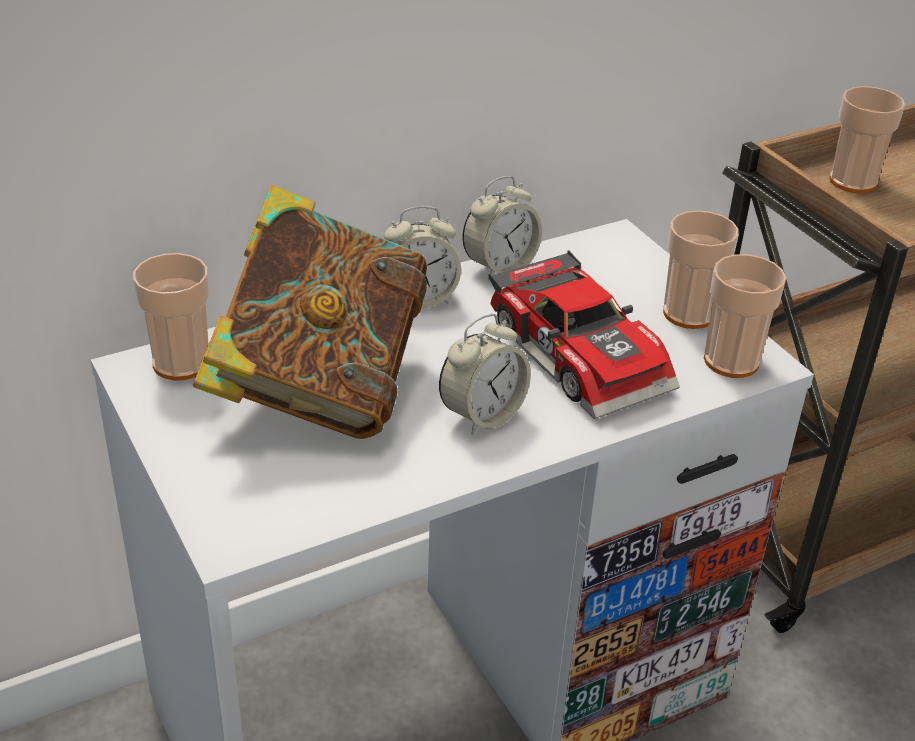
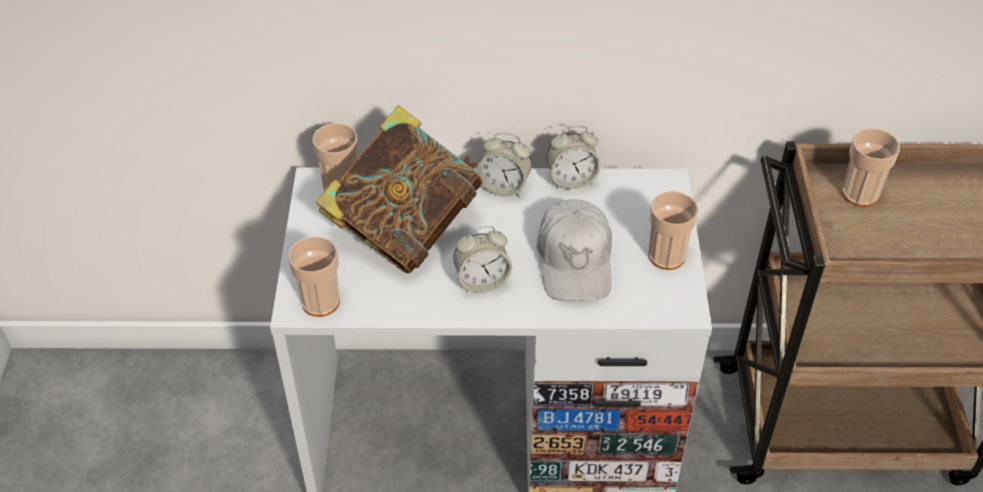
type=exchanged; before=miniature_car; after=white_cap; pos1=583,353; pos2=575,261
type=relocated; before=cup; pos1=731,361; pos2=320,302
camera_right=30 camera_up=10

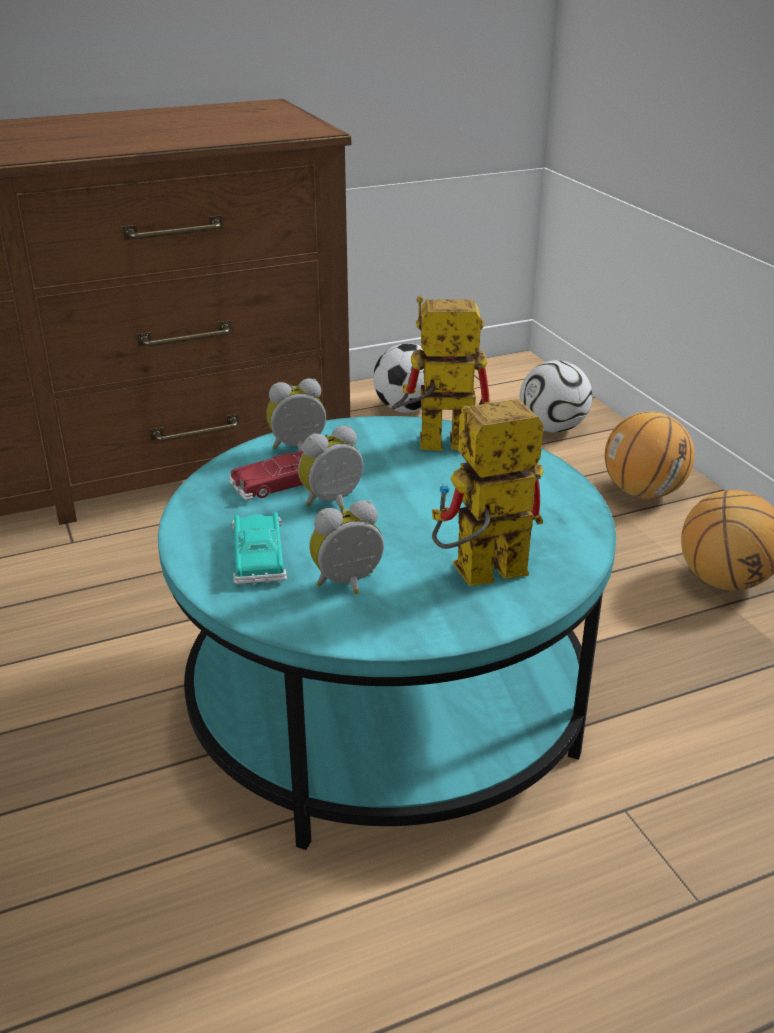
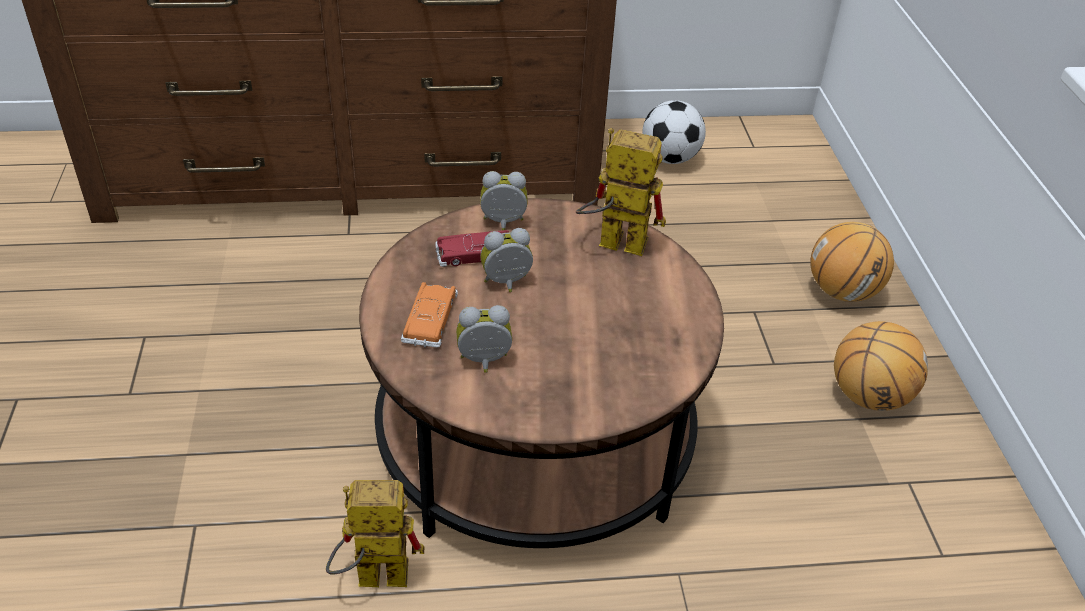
type=colour; before=blue-green_low_table; after=brownish_low_table; pos1=386,703; pos2=535,437
type=colour; before=blue-green_miniature_car; after=orange_miniature_car; pos1=258,555; pos2=430,319
type=relocated; before=toy_robot; pos1=478,577; pos2=371,578
type=missing; before=football_ball; pos1=552,428
camera_right=15 camera_up=10

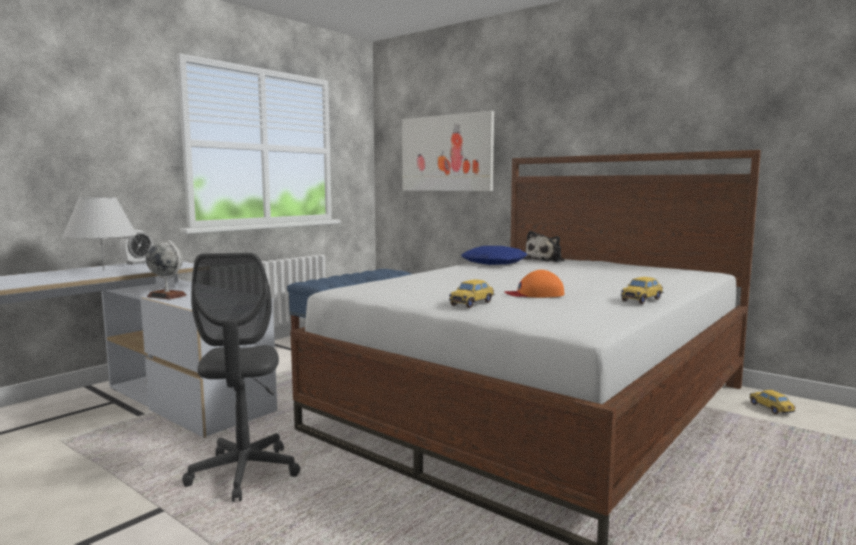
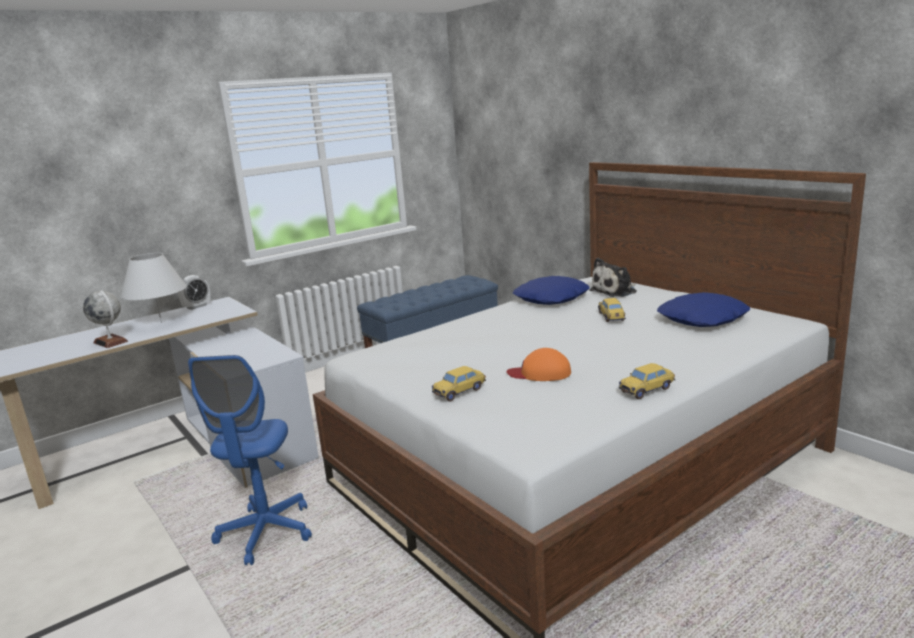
type=relocated; before=globe; pos1=167,296; pos2=111,342
type=colour; before=gray_office_chair; after=bluish_office_chair; pos1=244,473; pos2=266,532
type=missing; before=picture; pos1=446,153
type=relocated; before=miniature_car; pos1=771,409; pos2=611,317
type=appeared; after=bluish_cushion; pos2=703,319
camera_right=15 camera_up=10

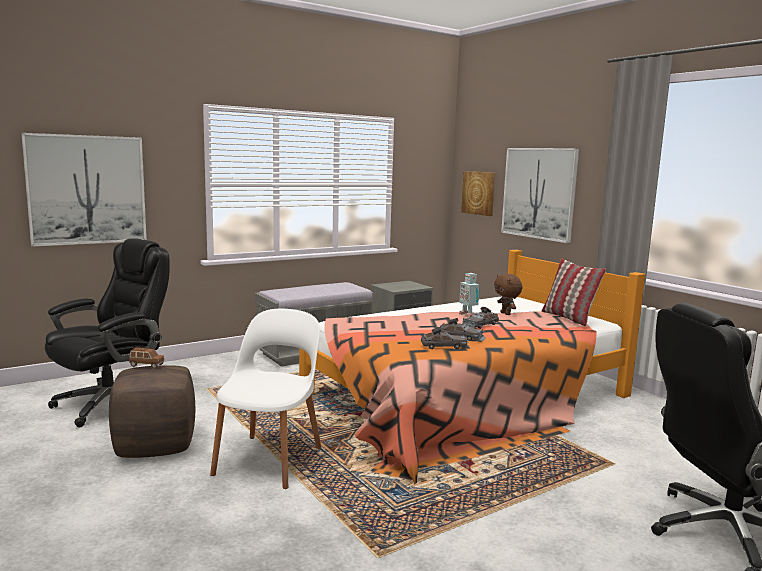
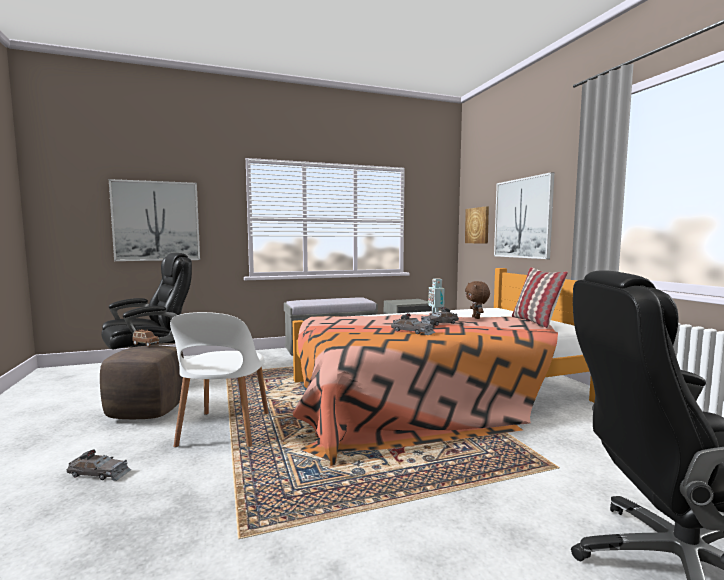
type=spun; before=white_plain_chair; pos1=270,459; pos2=224,430; turn=150
type=relocated; before=gray_miniature_car; pos1=445,346; pos2=99,473
camera_right=15 camera_up=-5

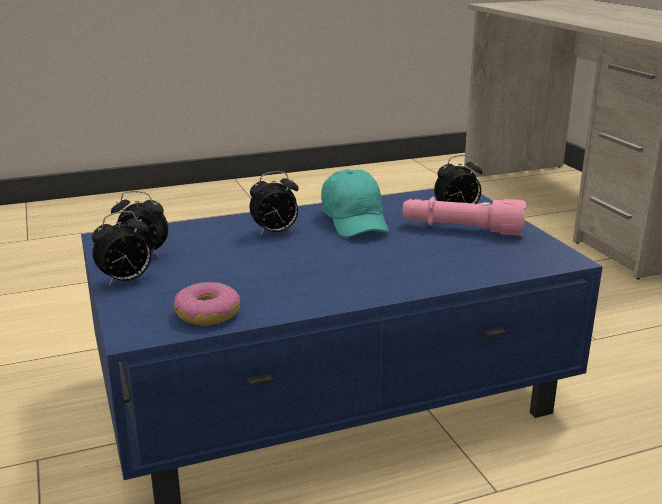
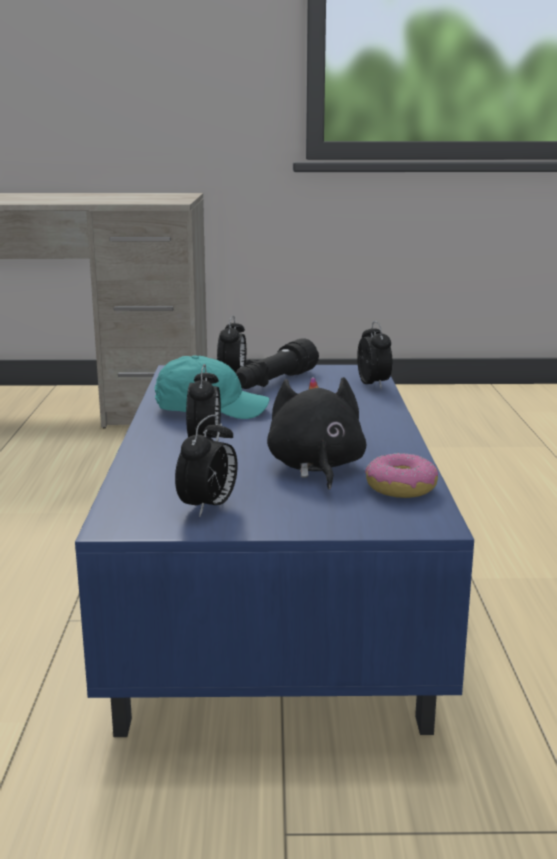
type=relocated; before=table_clock; pos1=126,281; pos2=374,385
type=colour; before=pink_hand_torch; after=blackish_hand_torch; pos1=461,229; pos2=274,382
type=appeared; after=blackish_soft_toy; pos2=315,467
camera_right=-70 camera_up=-5

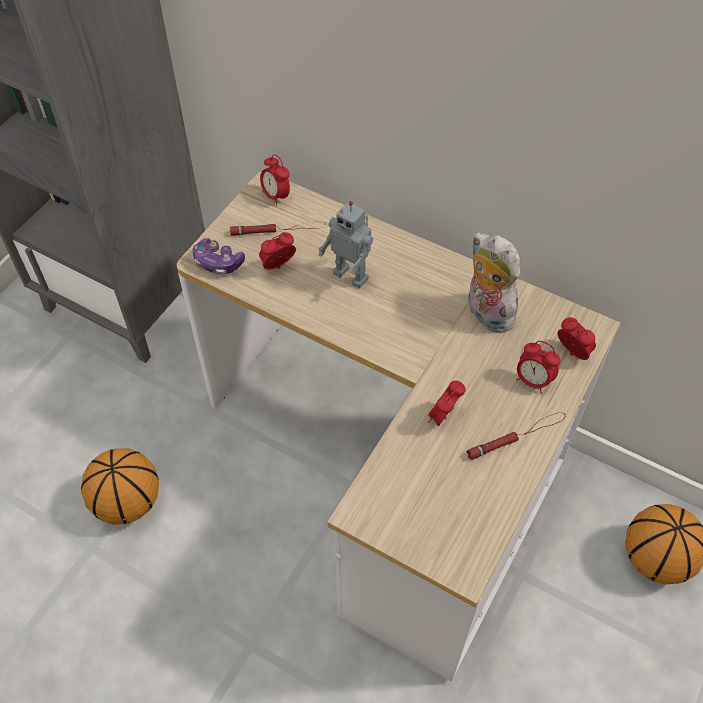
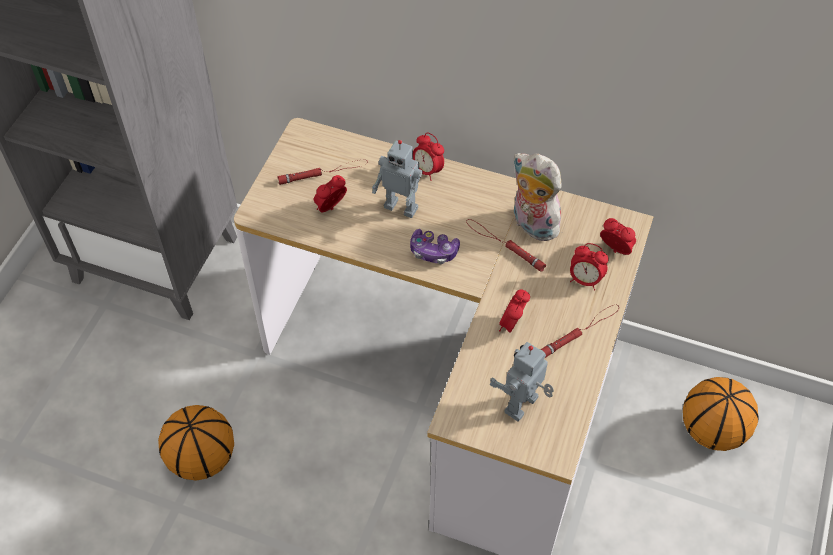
type=relocated; before=joypad; pos1=218,263; pos2=433,251
type=relocated; before=table_clock; pos1=276,196; pos2=427,171
type=appeared; after=reddish_hand_torch; pos2=504,245
type=appeared; after=toy_robot; pos2=523,406
camera_right=-10 camera_up=0

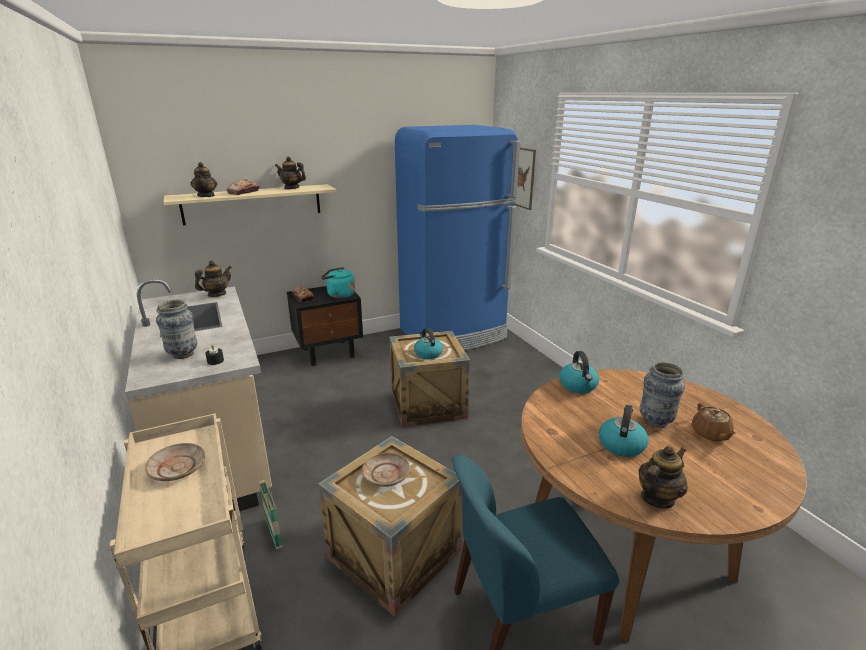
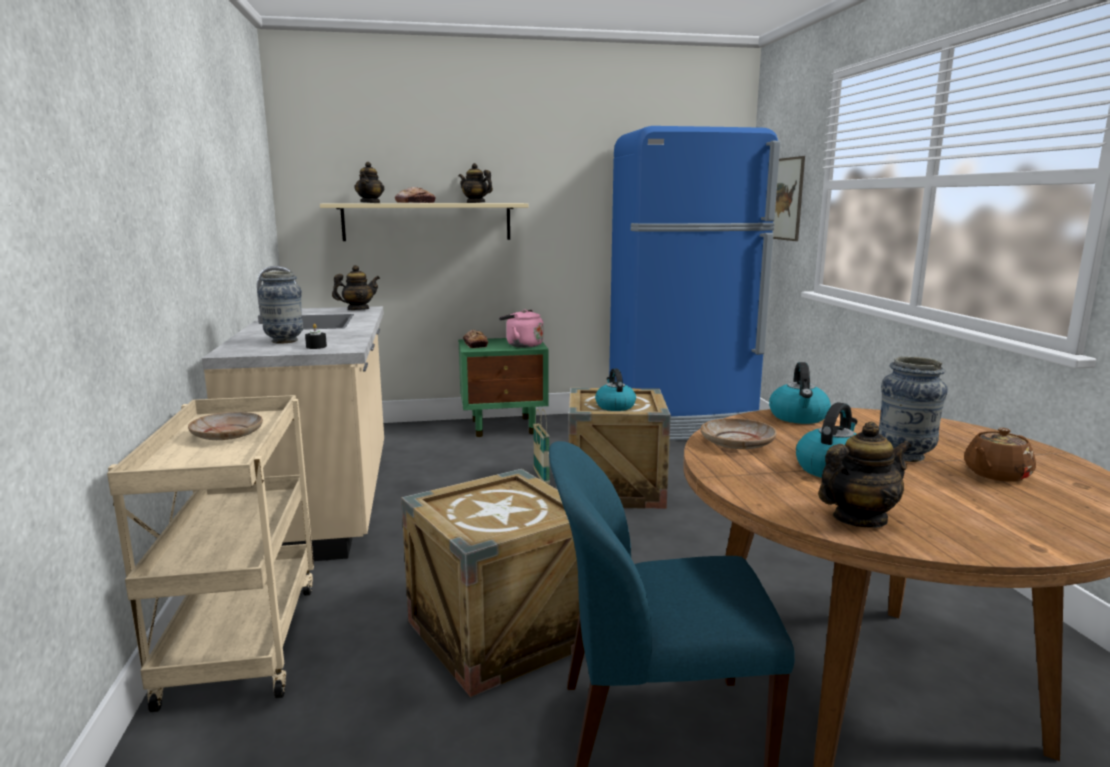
type=relocated; before=basket; pos1=274,533; pos2=541,476
type=colour; before=blackish_nightstand; after=green_nightstand; pos1=329,352; pos2=504,426
type=colour; before=blue-green_water_kettle; after=pink_water_kettle; pos1=339,295; pos2=522,345
type=relocated; before=beige-coloured_plate; pos1=386,475; pos2=737,443
type=spun; before=brownish_tea_pot; pos1=710,434; pos2=995,474; turn=45
camera_right=15 camera_up=-10

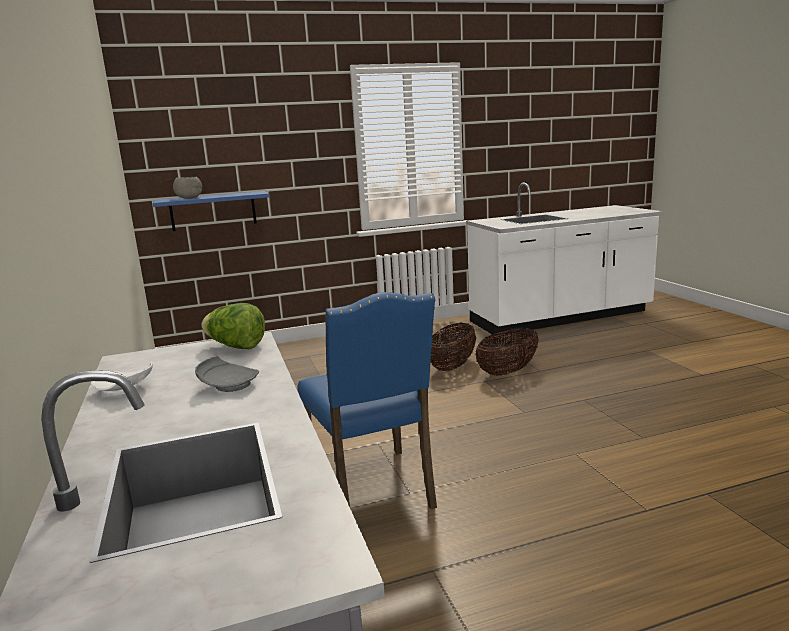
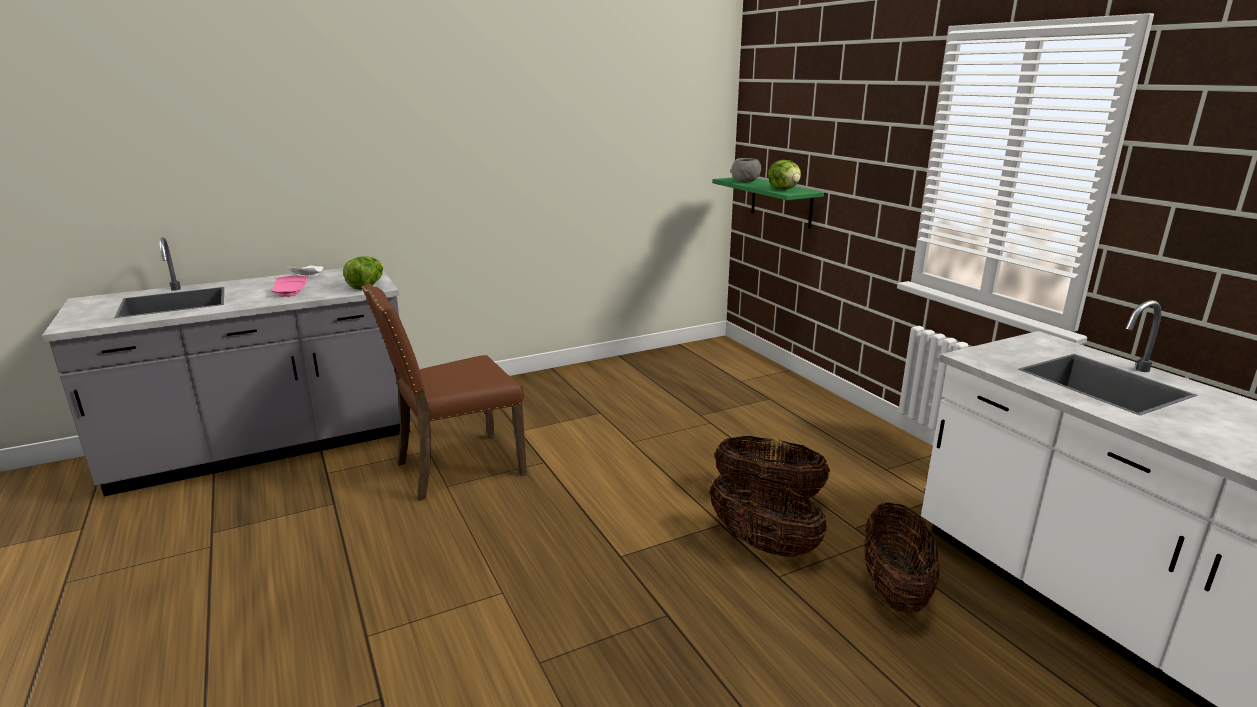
type=colour; before=bluish_bracket_shelf; after=green_bracket_shelf; pos1=213,211; pos2=781,202
type=colour; before=gray_plate; after=pink_plate; pos1=228,385; pos2=290,293
type=colour; before=bluish_plain_chair; after=brownish_plain_chair; pos1=373,490; pos2=456,468
type=appeared; after=head_of_lettuce; pos2=784,189
type=appeared; after=basket; pos2=894,589
camera_right=80 camera_up=5

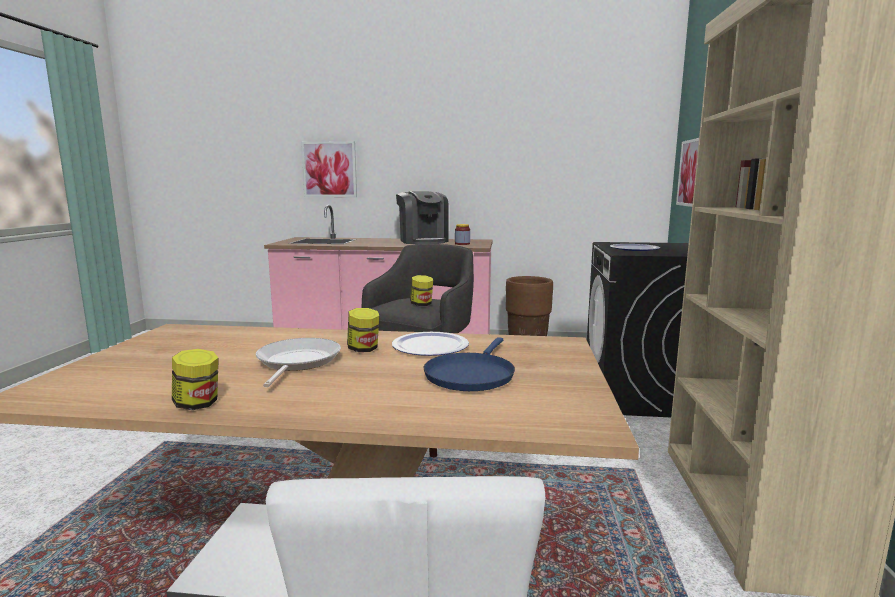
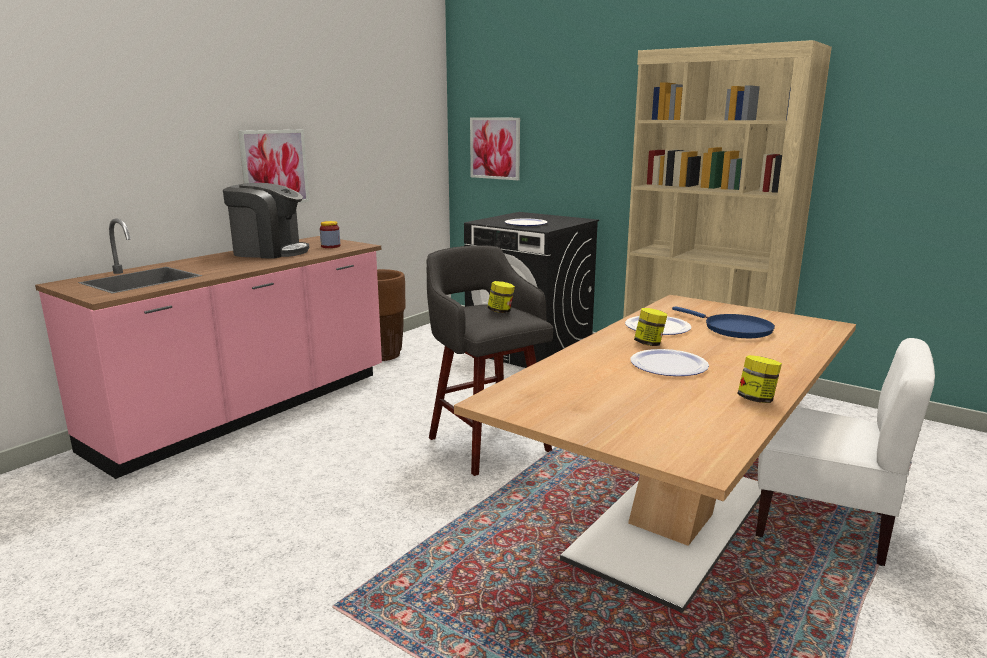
type=exchanged; before=frying_pan; after=plate; pos1=297,362; pos2=668,365
type=relocated; before=picture; pos1=329,169; pos2=274,168
camera_right=-60 camera_up=5

